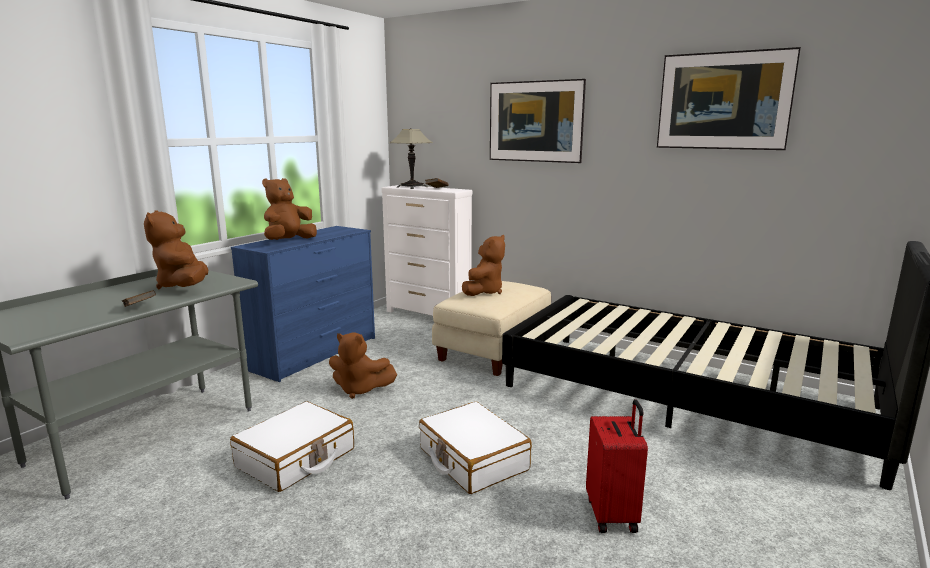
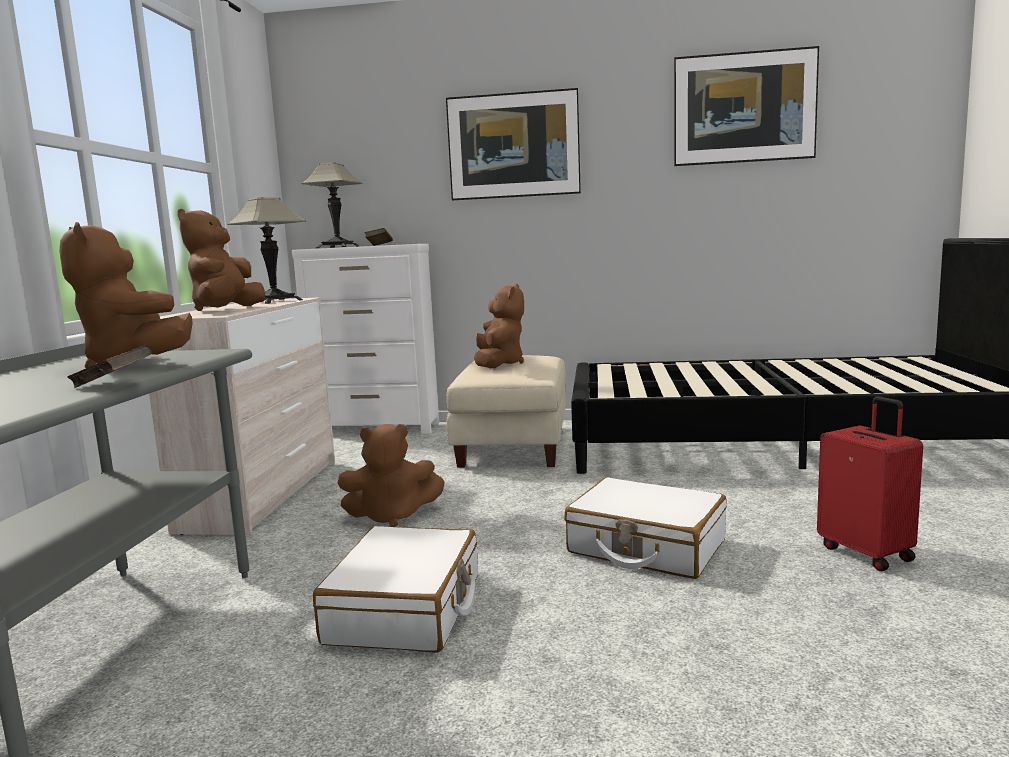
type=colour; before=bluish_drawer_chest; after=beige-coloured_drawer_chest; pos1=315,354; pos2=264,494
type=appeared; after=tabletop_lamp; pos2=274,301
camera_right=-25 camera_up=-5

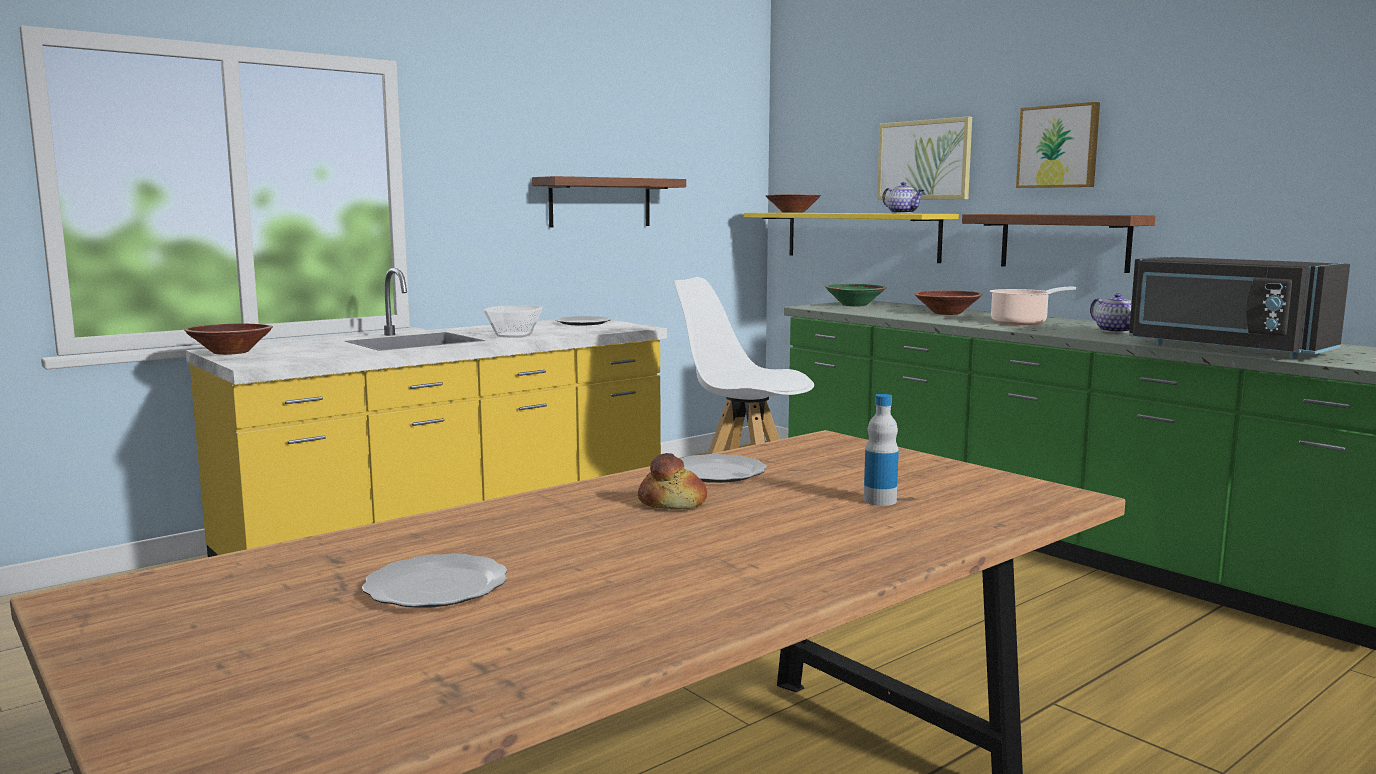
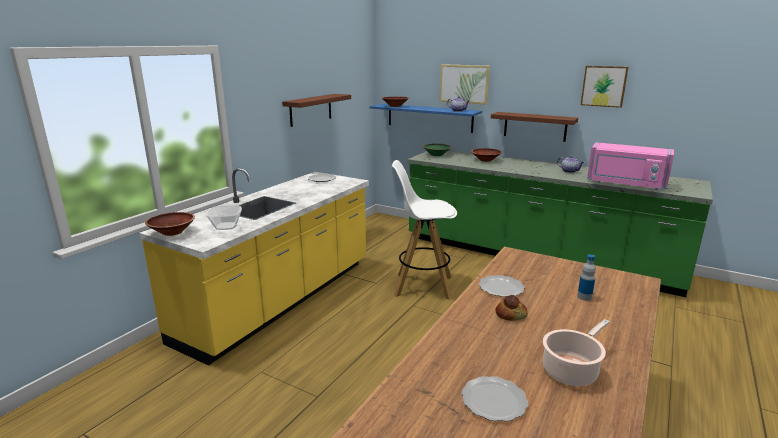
type=relocated; before=serving_bowl; pos1=513,335; pos2=225,226
type=colour; before=yellow-coloured_bracket_shelf; after=bluish_bracket_shelf; pos1=861,236; pos2=429,117
type=relocated; before=stockpot; pos1=1022,322; pos2=571,370
type=relocated; before=picture; pos1=1059,146; pos2=604,86
type=colour; before=blackish_microwave; after=pink_microwave; pos1=1225,349; pos2=625,184
camera_right=-20 camera_up=10

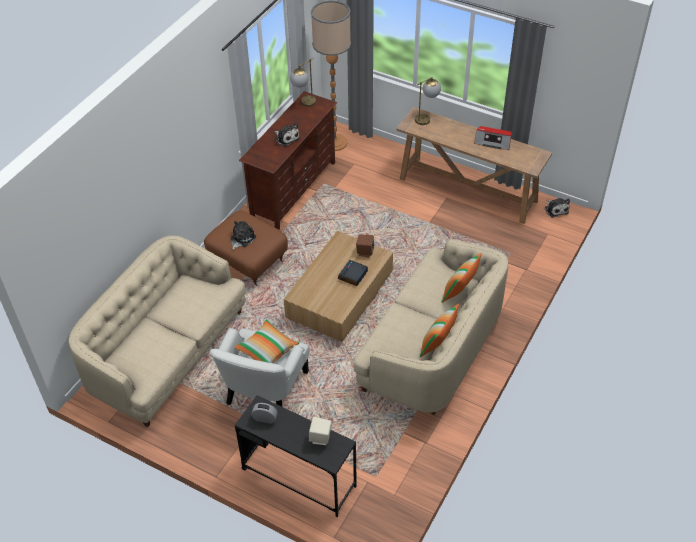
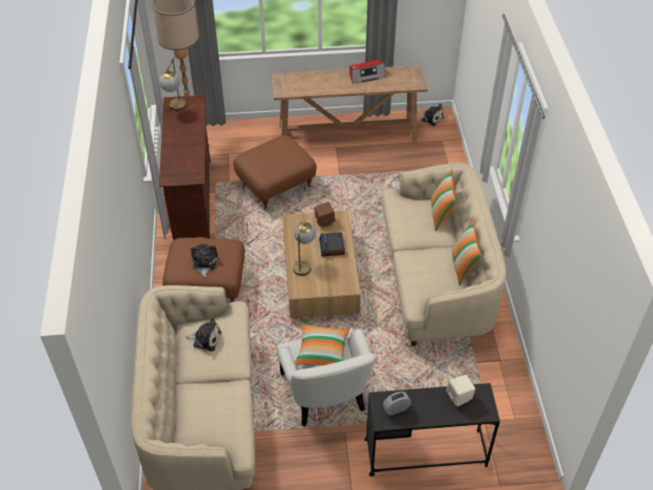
type=relocated; before=soft_toy; pos1=286,138; pos2=205,339
type=relocated; before=tabletop_lamp; pos1=426,118; pos2=303,264
type=appeared; after=brownish_footrest; pos2=276,185
camera_right=-35 camera_up=0

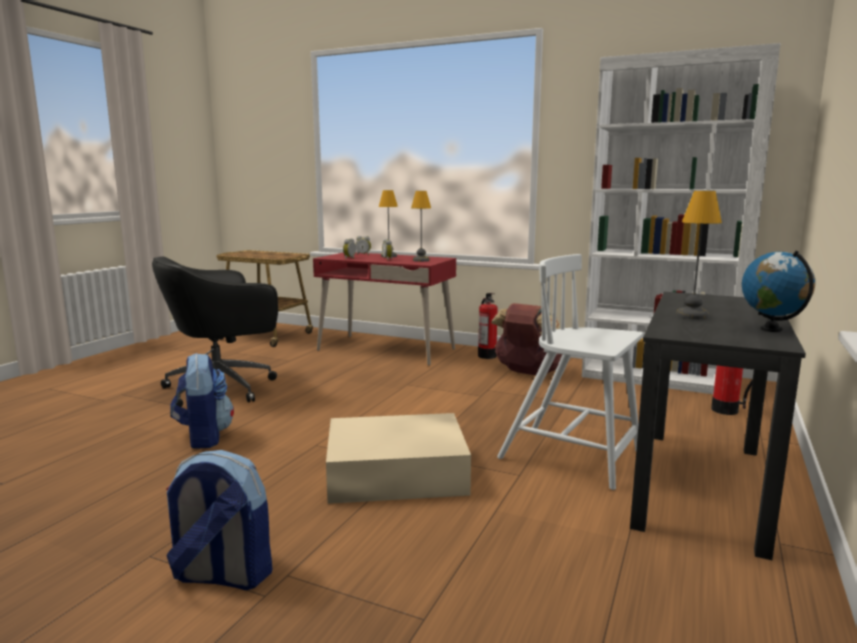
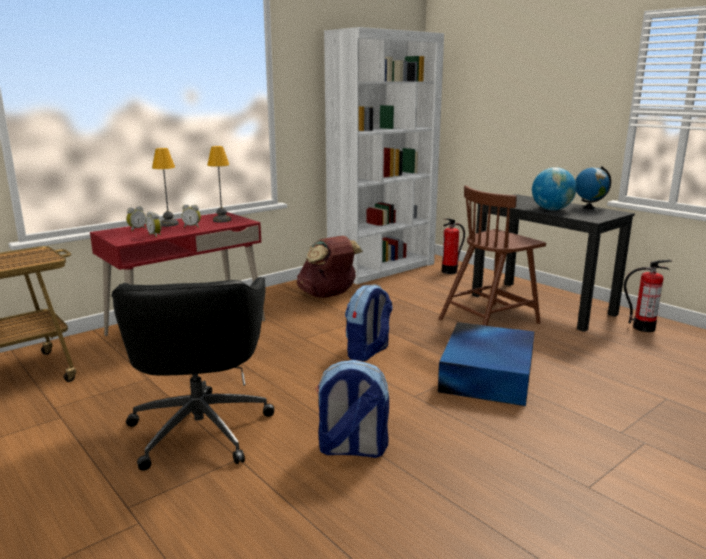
type=relocated; before=backpack; pos1=222,575; pos2=368,352
type=colour; before=beige-coloured_storage_bin; after=bluish_storage_bin; pos1=398,473; pos2=488,374
type=relocated; before=extinguisher; pos1=487,356; pos2=643,328
type=colour; before=white_plain_chair; after=brownish_plain_chair; pos1=572,456; pos2=490,320
type=exchanged; before=tabletop_lamp; after=globe; pos1=693,315; pos2=551,209
camera_right=-65 camera_up=5

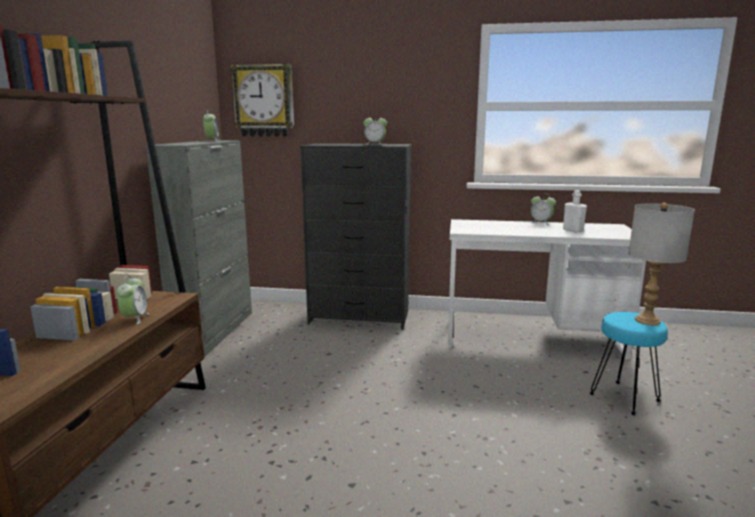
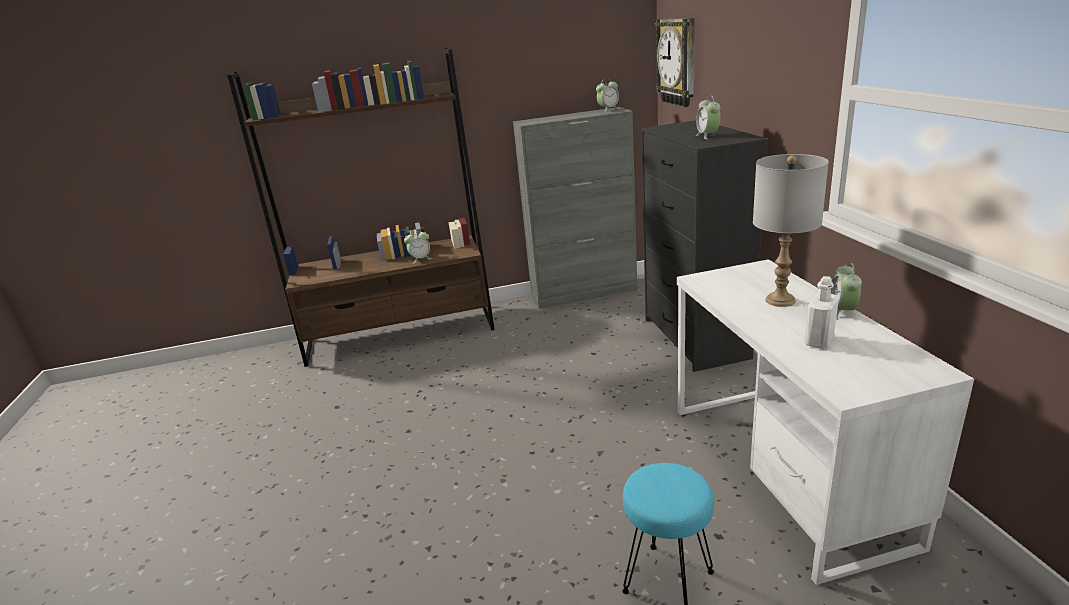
type=relocated; before=gray_tabletop_lamp; pos1=647,320; pos2=780,300
camera_right=70 camera_up=10

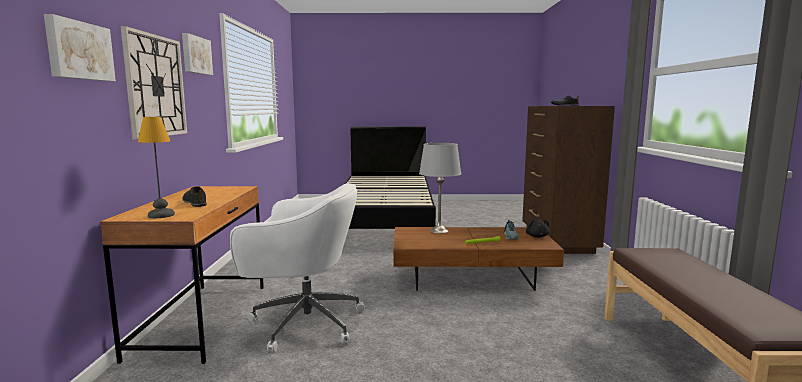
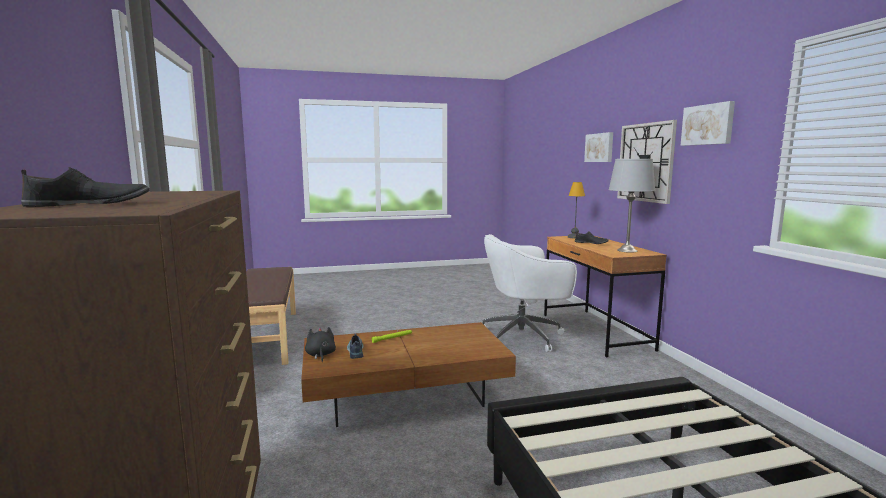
type=relocated; before=gray_tabletop_lamp; pos1=439,231; pos2=626,250
camera_right=165 camera_up=0

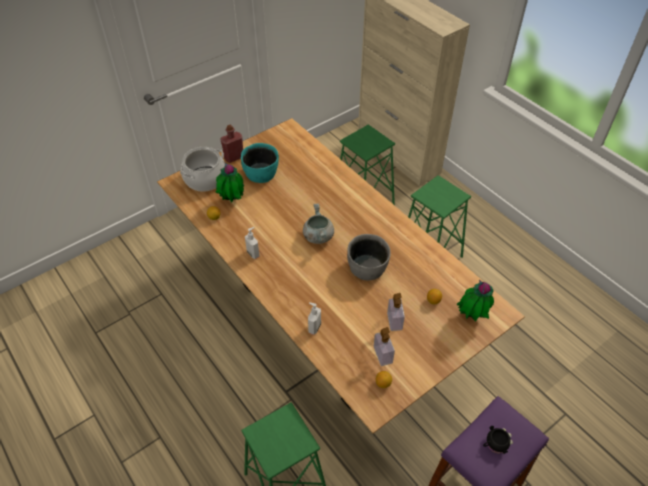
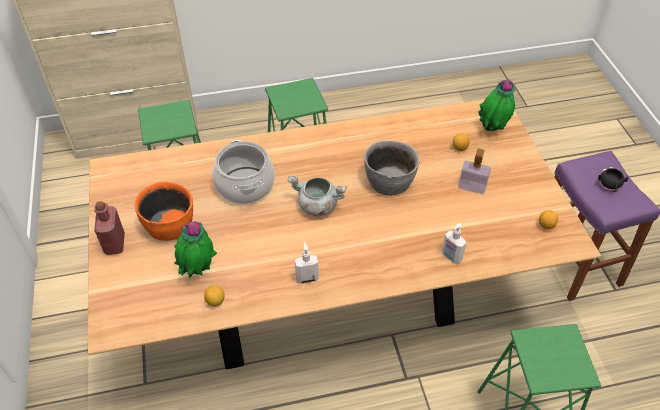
type=relocated; before=stockpot; pos1=205,179; pos2=245,185
type=colour; before=blue-green_serving_bowl; after=orange_serving_bowl; pos1=261,173; pos2=169,224
type=missing; before=soap_bottle; pos1=383,355
camera_right=-65 camera_up=0

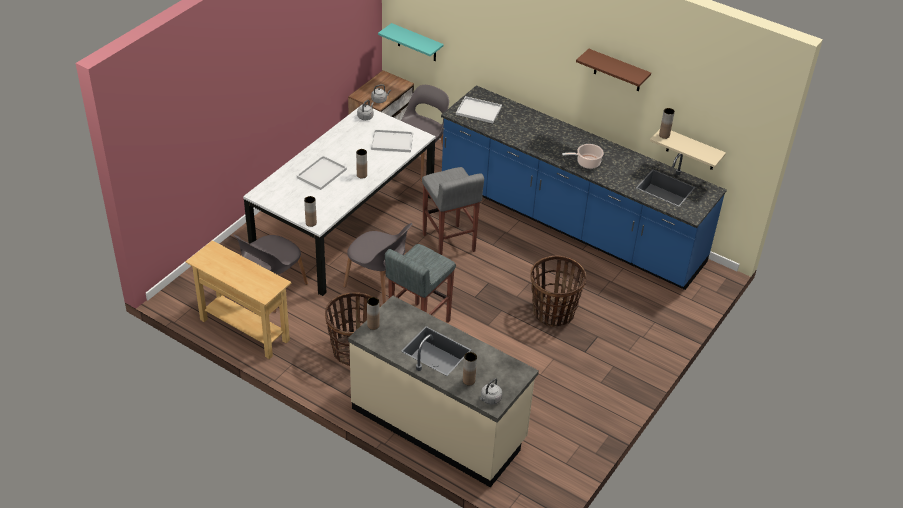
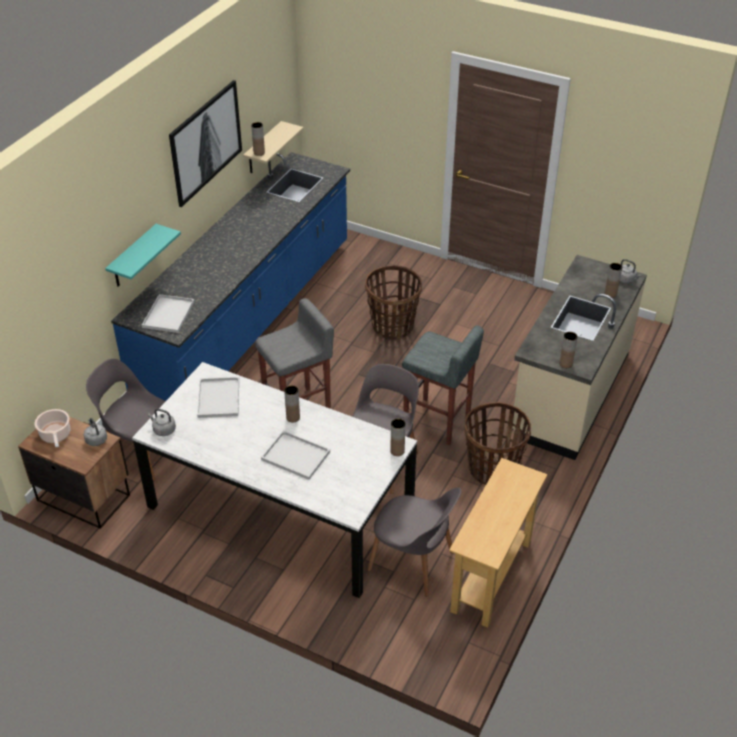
type=relocated; before=blue-green_bracket_shelf; pos1=417,43; pos2=133,257
type=relocated; before=stockpot; pos1=586,163; pos2=56,435
type=exchanged; before=brownish_bracket_shelf; after=picture; pos1=618,71; pos2=205,142
camera_right=-95 camera_up=0

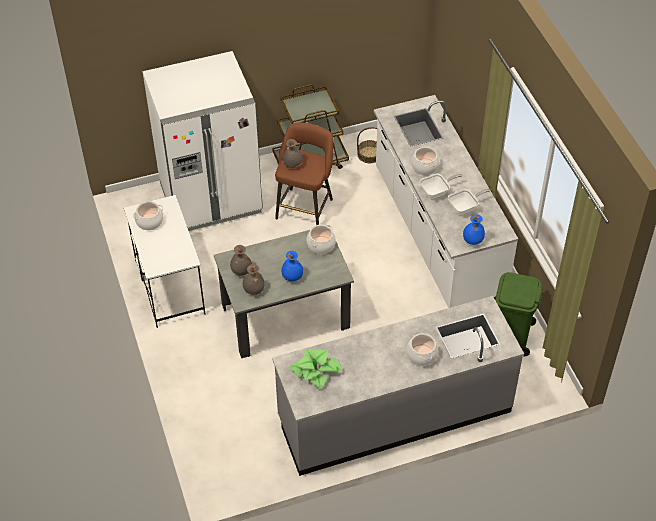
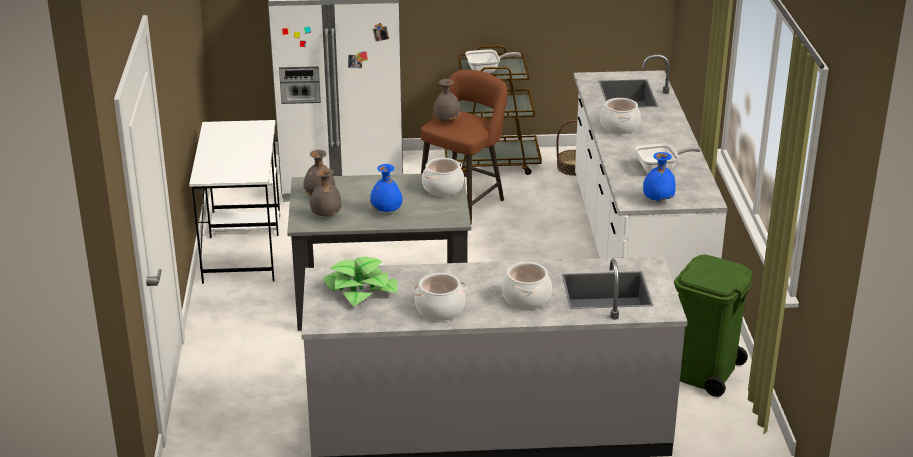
type=relocated; before=stockpot; pos1=149,222; pos2=439,310
type=relocated; before=frying_pan; pos1=437,192; pos2=486,71
camera_right=15 camera_up=-20

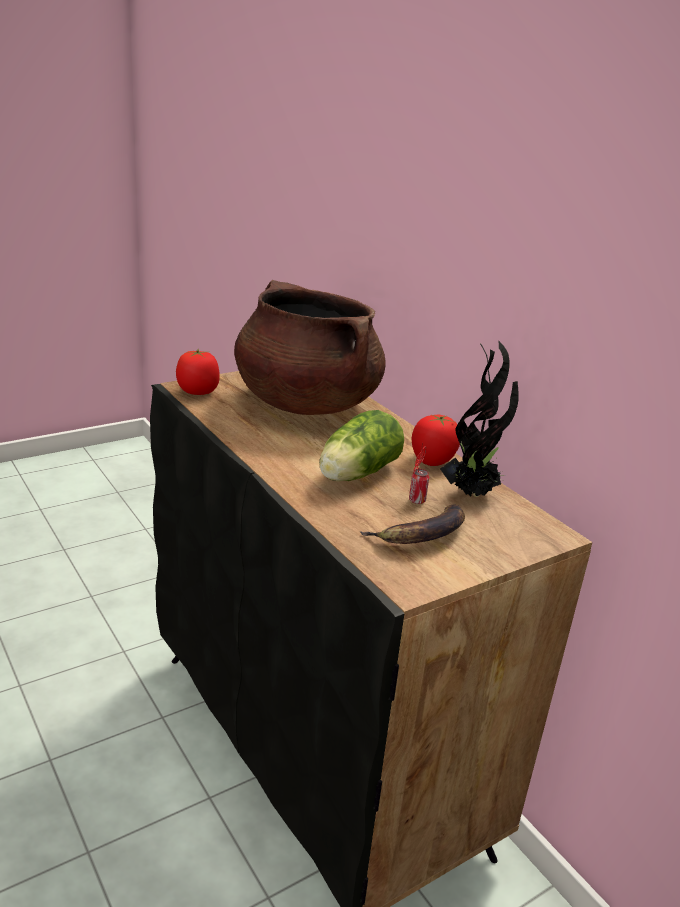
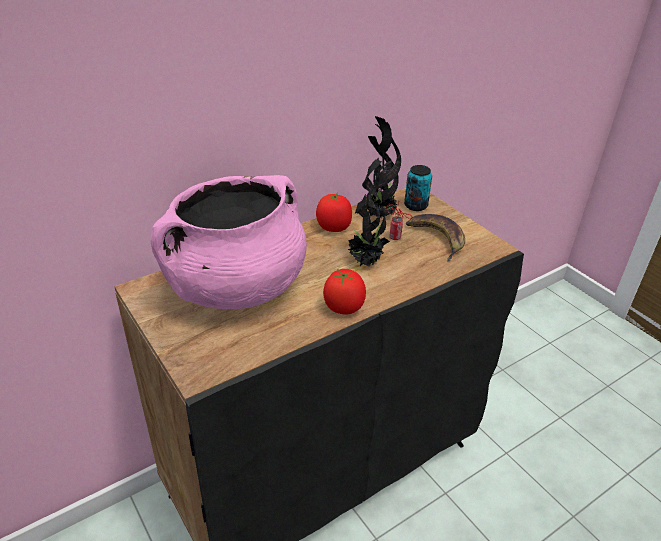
type=relocated; before=whole_tomato; pos1=198,392; pos2=343,307
type=colour; before=brownish_stockpot; after=pink_stockpot; pos1=305,403; pos2=236,287
type=exchanged; before=head_of_lettuce; after=potted_plant; pos1=355,474; pos2=366,262
type=appeared; after=metal_can; pos2=415,206
camera_right=-90 camera_up=10

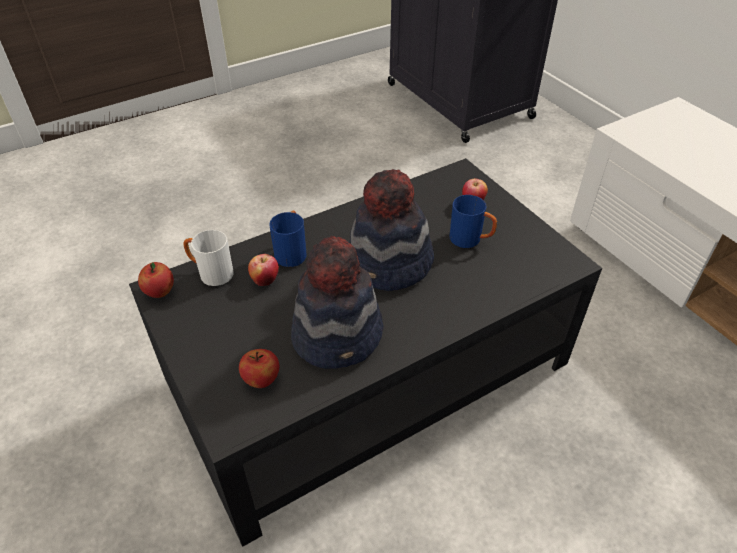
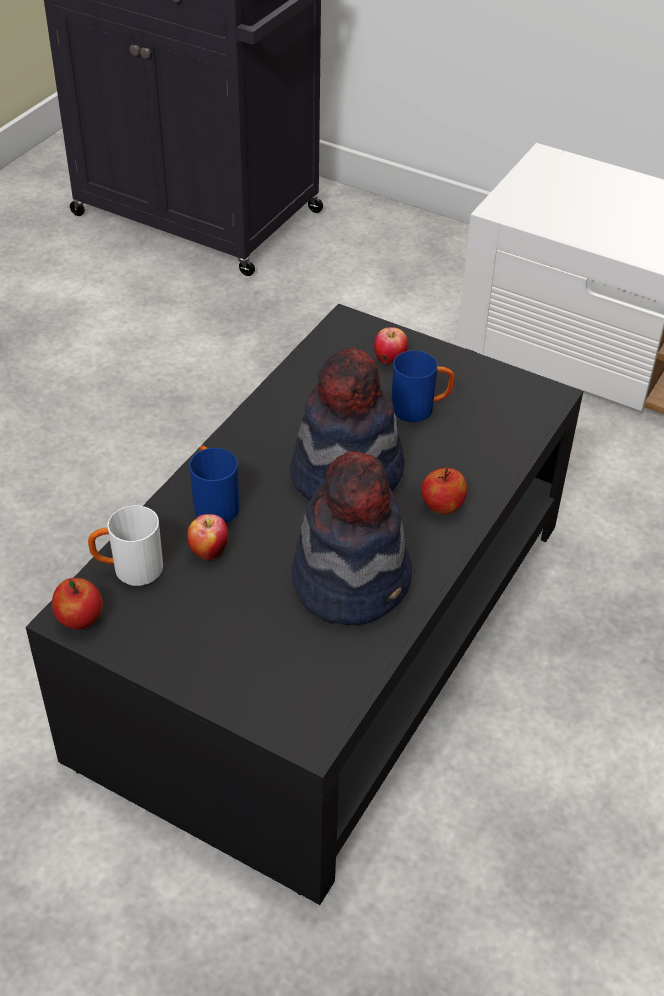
type=relocated; before=whole_apple; pos1=261,379; pos2=442,507
camera_right=-30 camera_up=0

